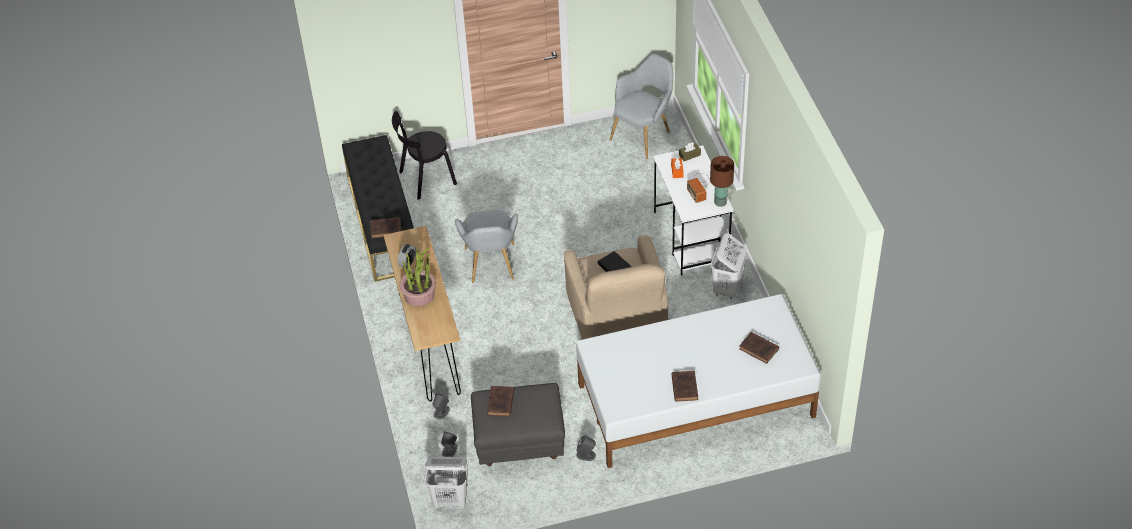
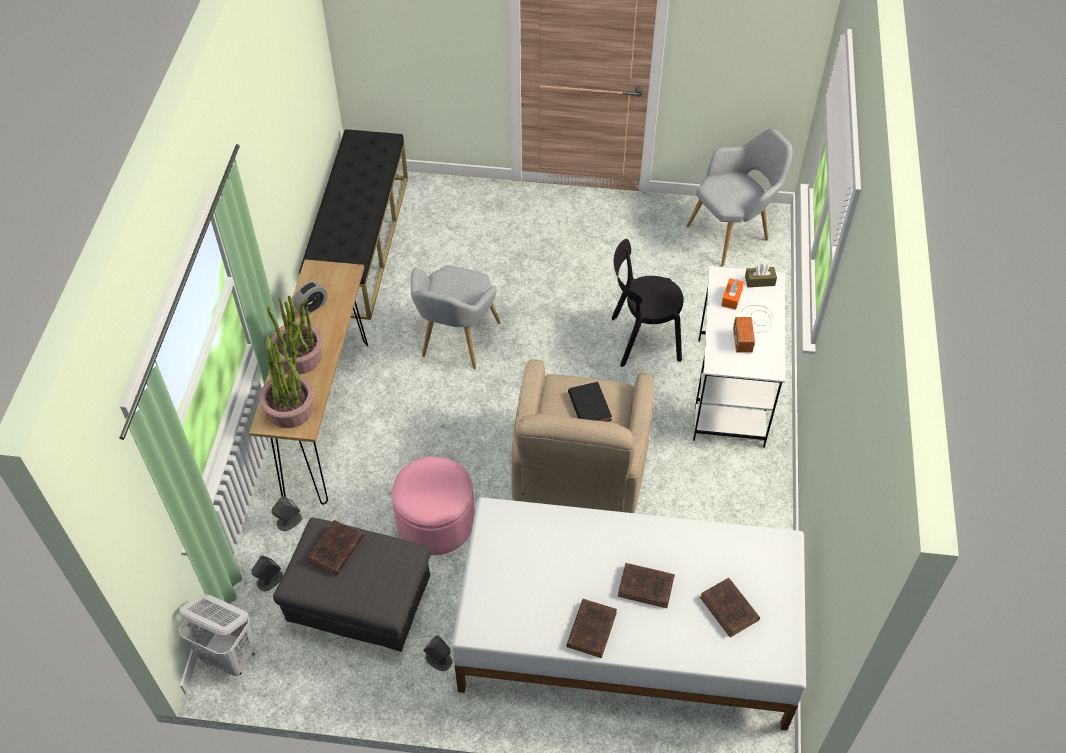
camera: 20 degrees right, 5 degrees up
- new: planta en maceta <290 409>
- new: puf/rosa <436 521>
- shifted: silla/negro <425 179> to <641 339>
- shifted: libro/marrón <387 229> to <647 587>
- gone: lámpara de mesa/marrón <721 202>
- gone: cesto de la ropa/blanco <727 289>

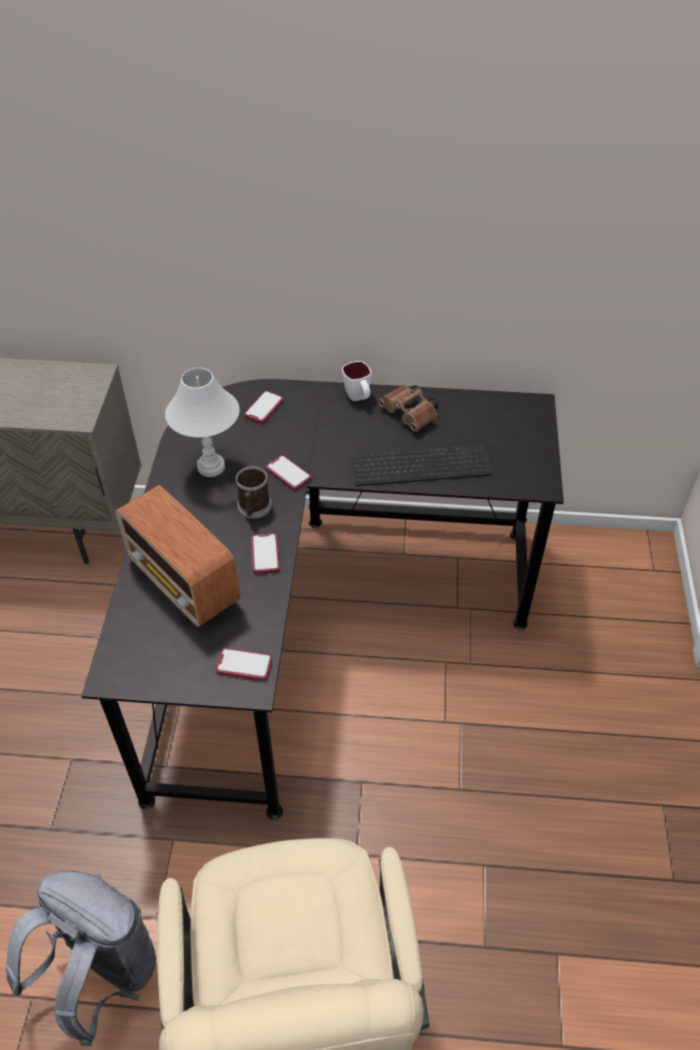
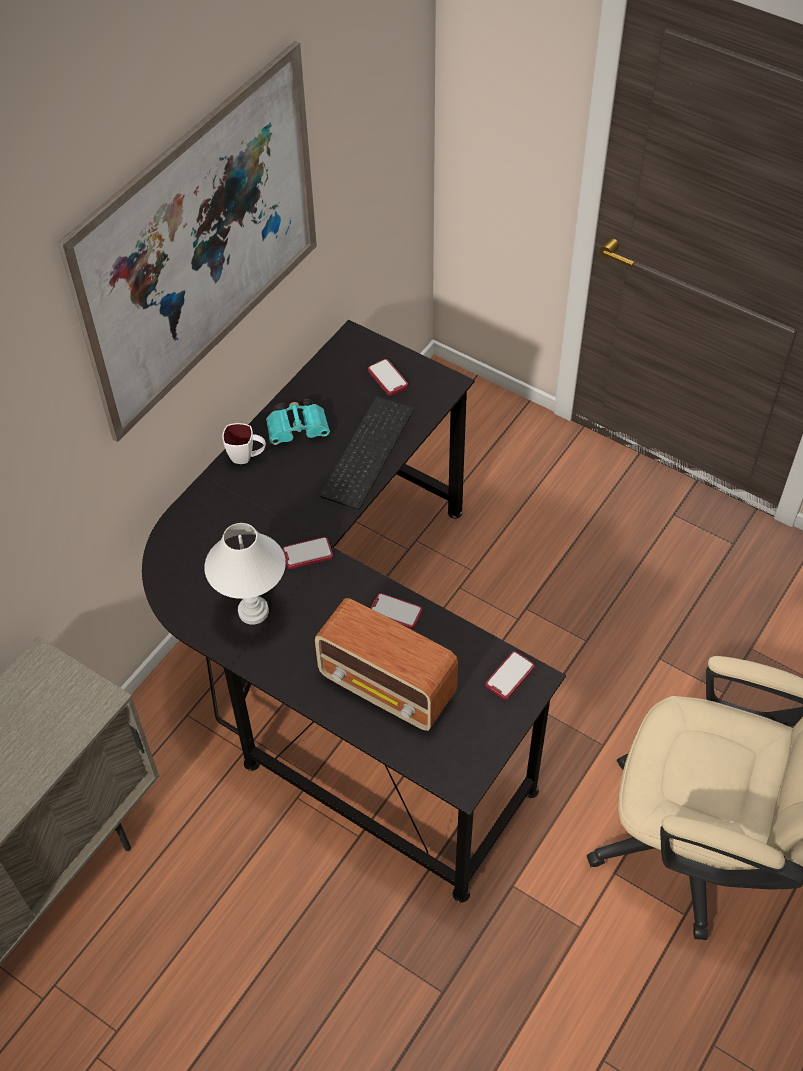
camera: 60 degrees left, 5 degrees up
- new: cuadro <202 243>
- repainted: prismáticos/marrón <410 415> to prismáticos/turquesa <299 430>
- rotated: radio <184 582> = <388 687> 45 degrees clockwise
- shifted: móvil <264 408> to <387 378>
- gone: mochila/gris <102 973>
- gone: taza grande <253 509>

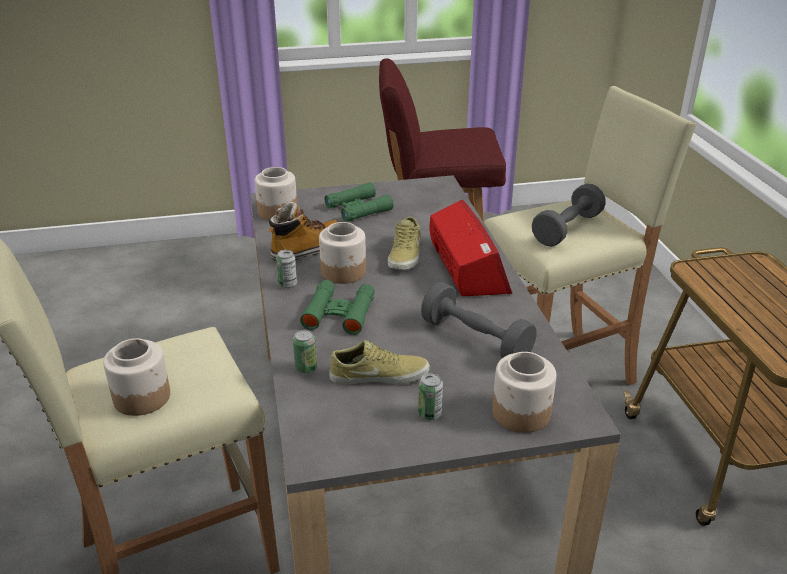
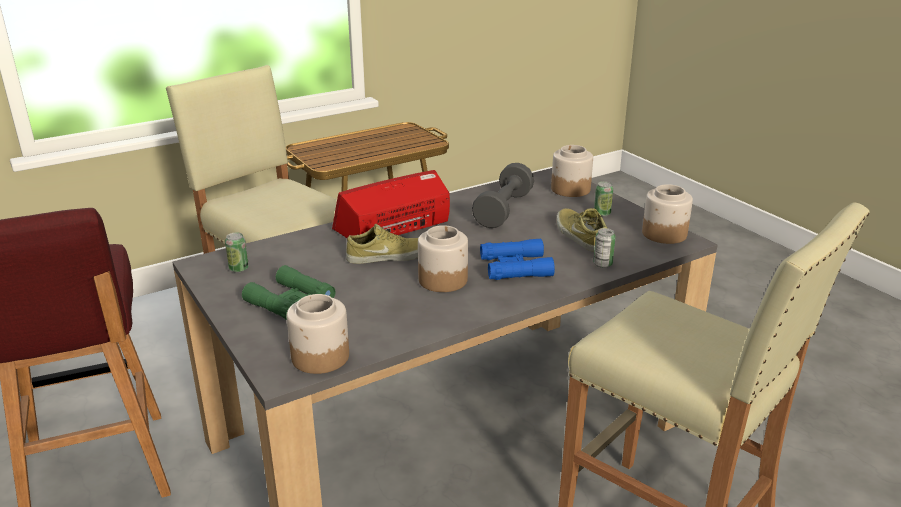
camera: 110 degrees left, 5 degrees down
- shifted: lata <287 284> to <239 269>
- repainted: prismáticos/verde <339 313> to prismáticos/azul <515 267>
- shifted: tarro <142 397> to <663 234>
- gone: bota <308 249>
- gone: mancuerna/gris <567 229>

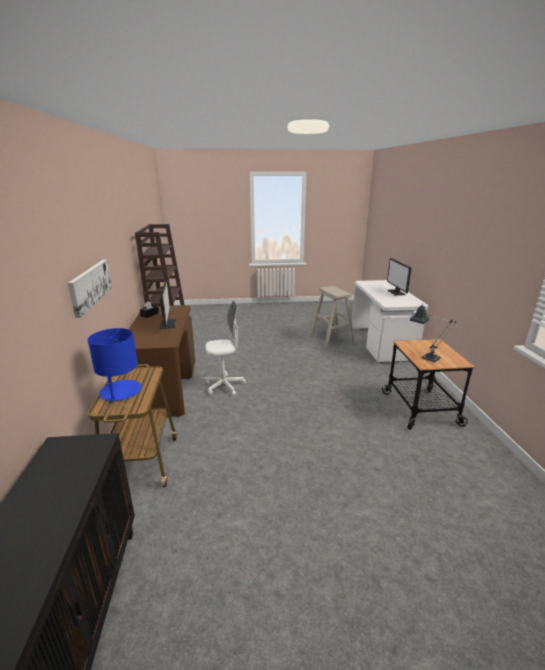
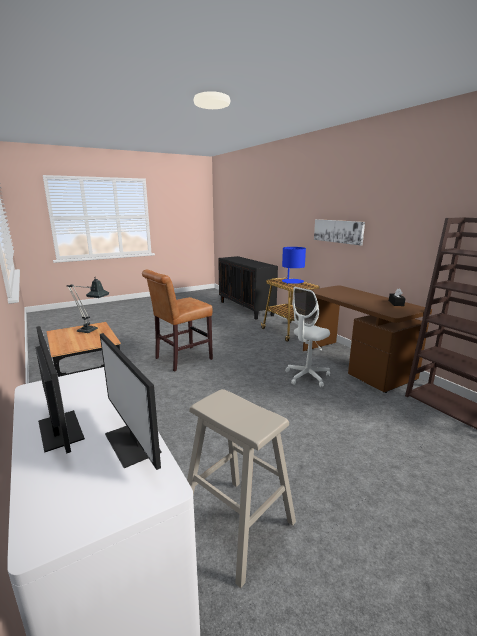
camera: 155 degrees right, 5 degrees down
- shifted: monitor <167 323> to <134 443>
- new: silla/marrón <180 359>

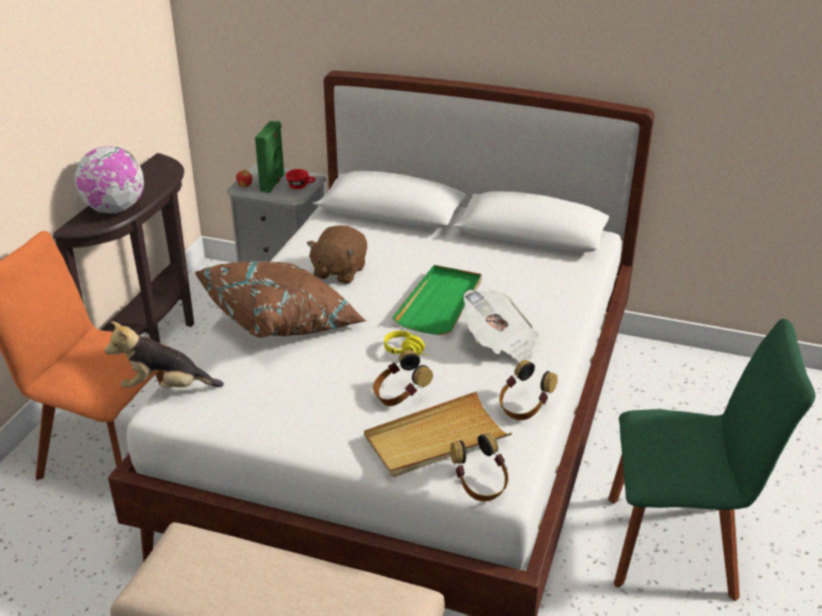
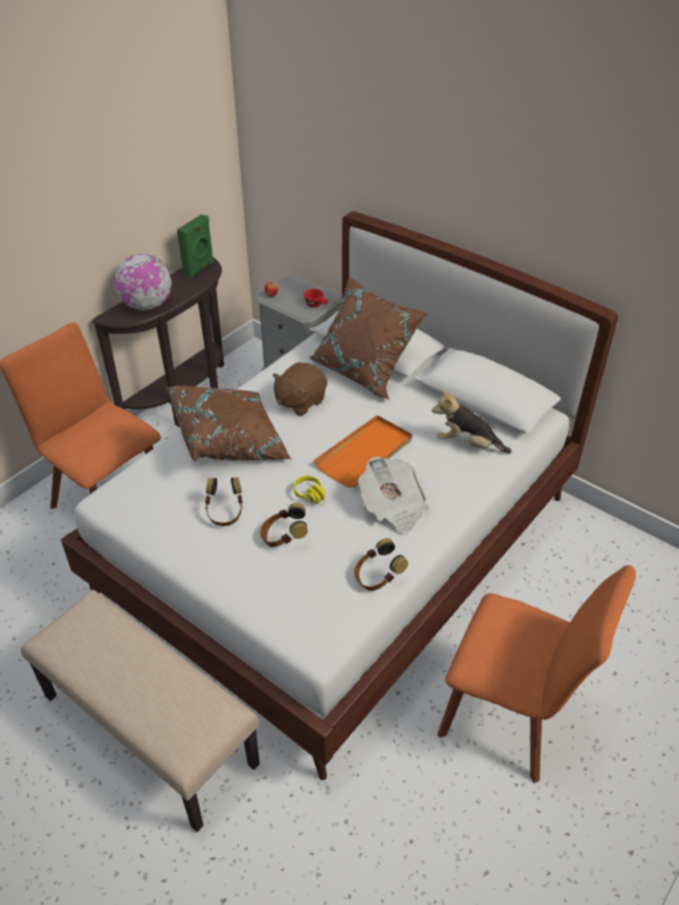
camera: 20 degrees right, 10 degrees up
- shifted: altavoz/verde <273 183> to <199 269>
- shifted: auriculares <480 485> to <225 513>
- new: cojín/marrón <364 370>
- repainted: bandeja/verde <440 303> to bandeja/naranja <365 454>
- shifted: peluche <166 388> to <467 444>
- repainted: silla/verde <679 546> to silla/naranja <512 716>
- gone: bandeja/beis <435 439>

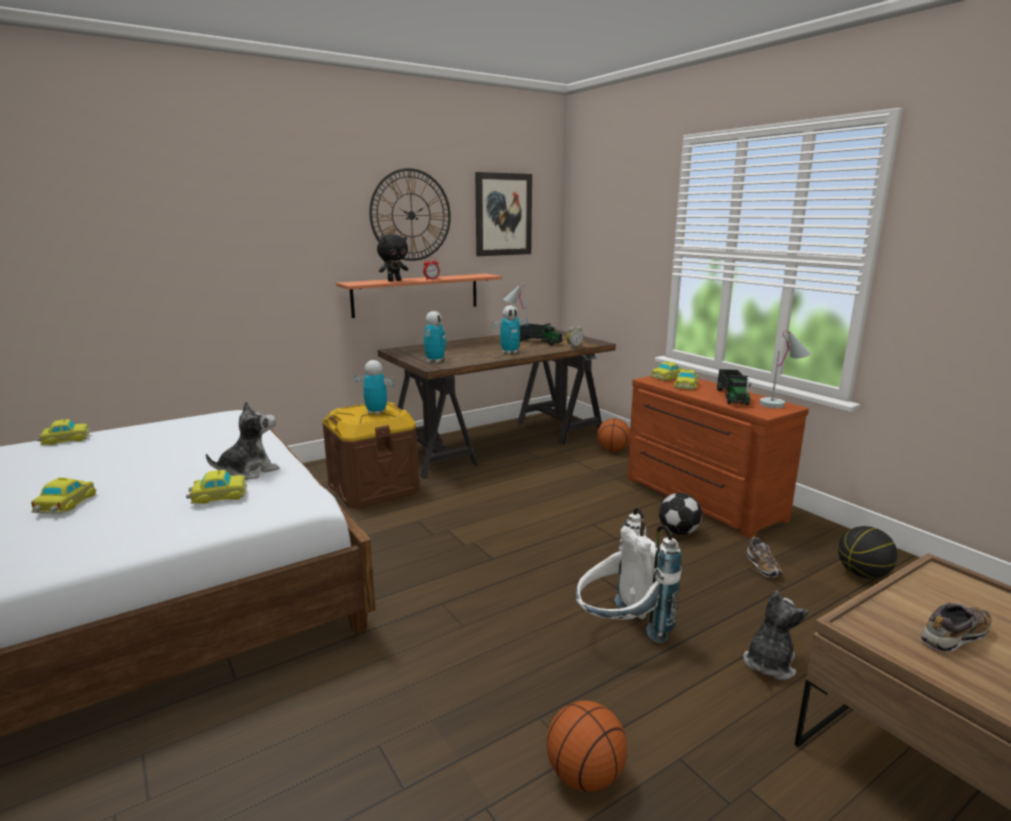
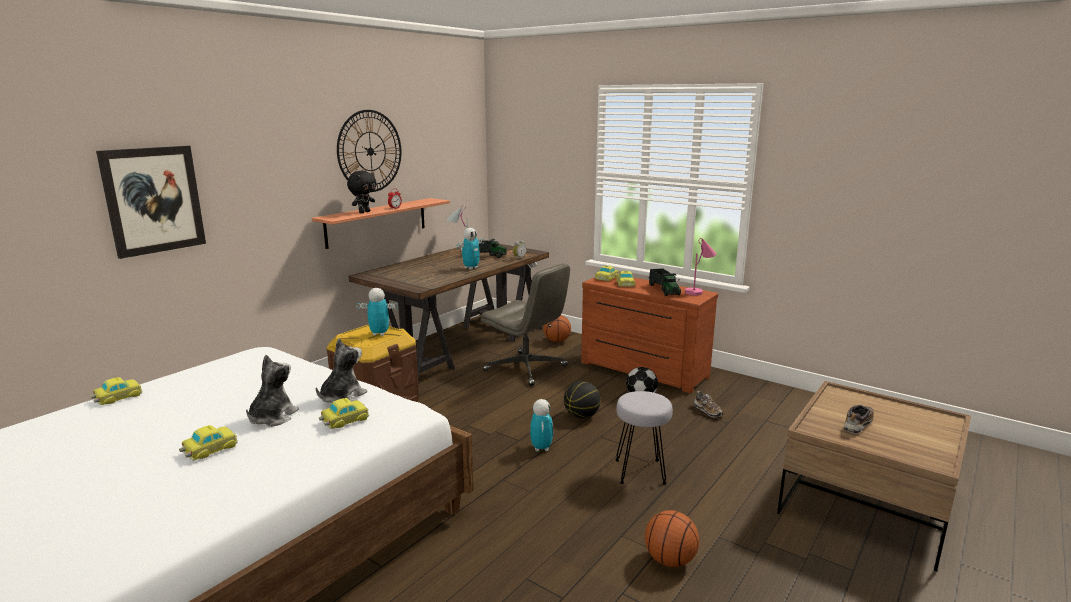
camera: 20 degrees left, 0 degrees up
- shifted: cuadro <503 214> to <153 200>
- rotated: coche de juguete <65 504> = <209 449> 60 degrees clockwise
- shifted: peluche <769 663> to <272 418>
- new: silla de oficina/gris <526 369>
- shifted: robot de juguete <435 361> to <541 448>
- shifted: balón de baloncesto <863 574> to <582 416>
- swapped: mochila/blanco <620 631> to taburete/gris <641 472>
- repainted: lámpara de mesa/blanco <781 404> to lámpara de mesa/rosa <699 291>

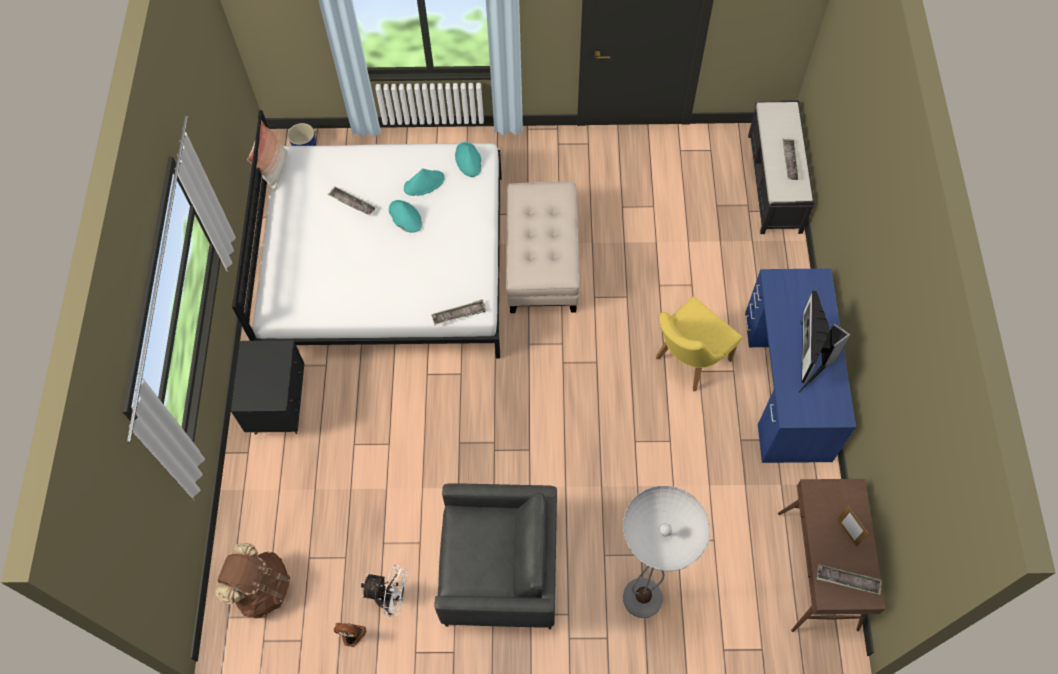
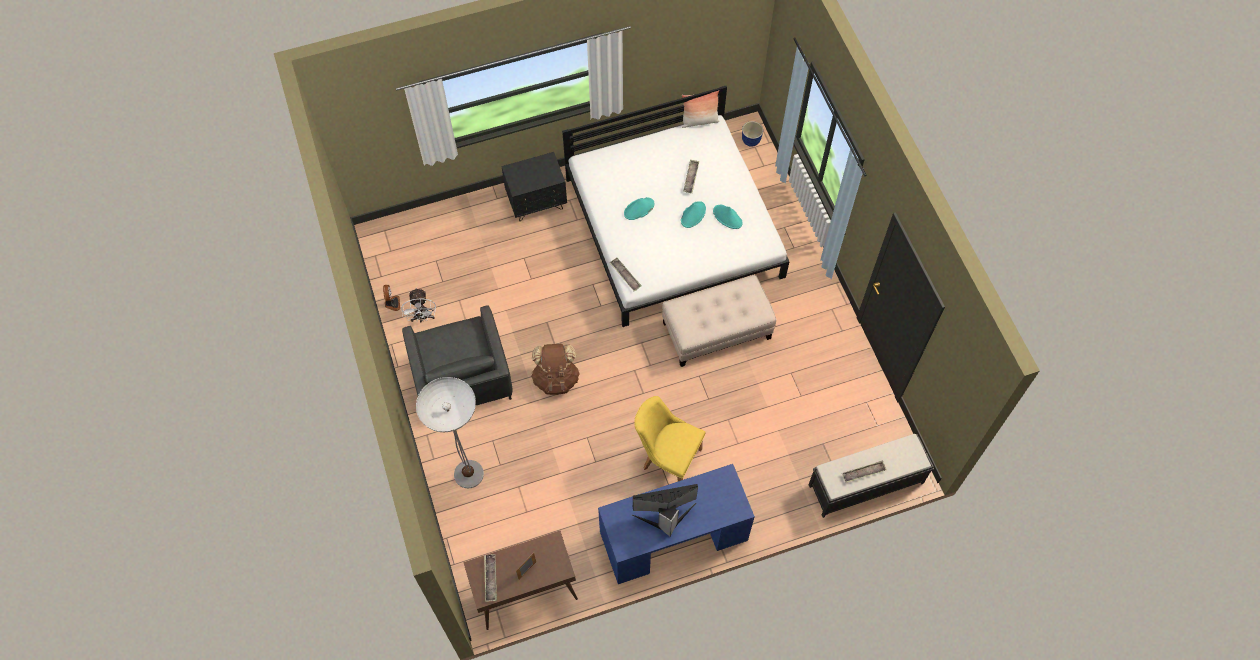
camera: 70 degrees right, 0 degrees up
- shifted: mochila/marrón <262 588> to <556 379>
- shifted: sombrero/turquesa <468 160> to <639 209>

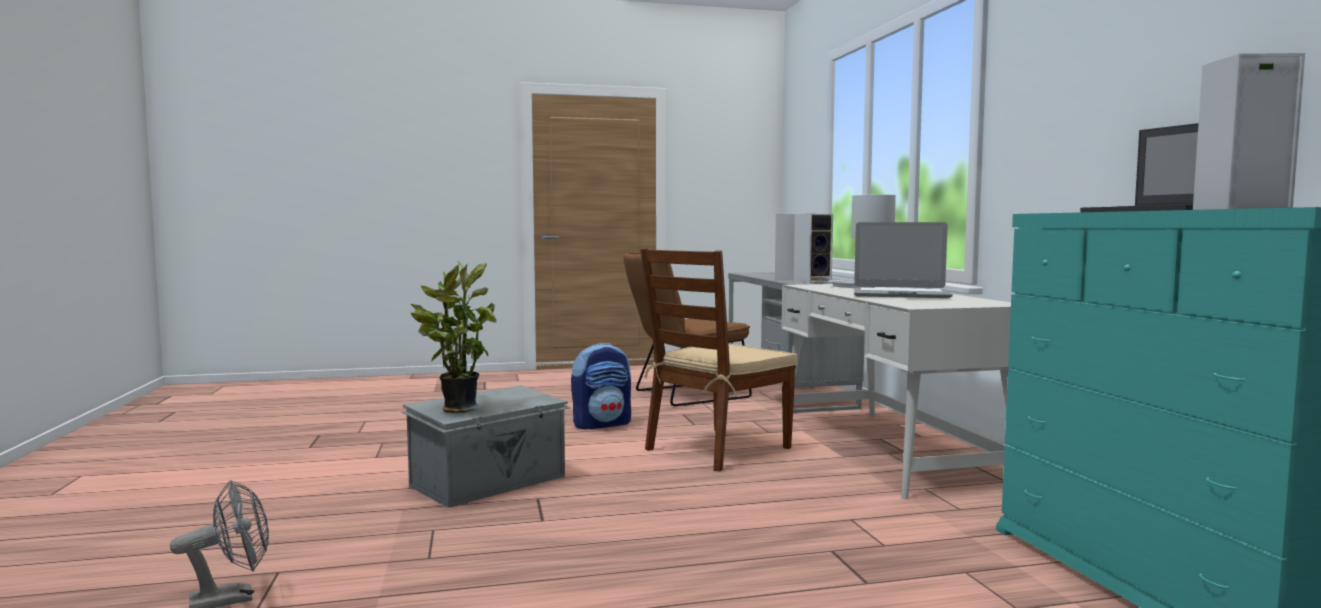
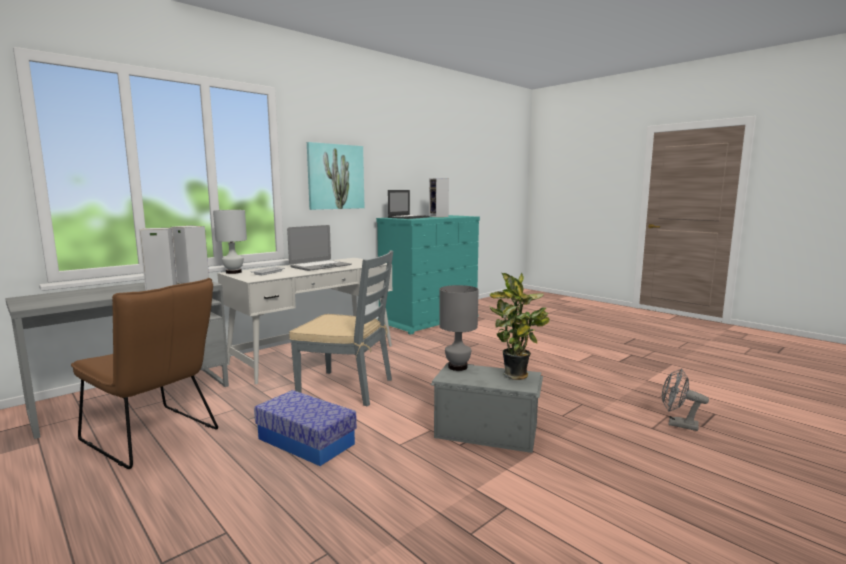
camera: 120 degrees left, 5 degrees up
- swapped: mochila <602 424> to caja de almacenaje <306 441>
- rotated: portátil <900 295> = <320 266> 60 degrees clockwise
- repainted: silla/marrón <717 449> to silla/gris <347 388>
- new: cuadro <336 177>
- new: lámpara de mesa/gris <457 367>

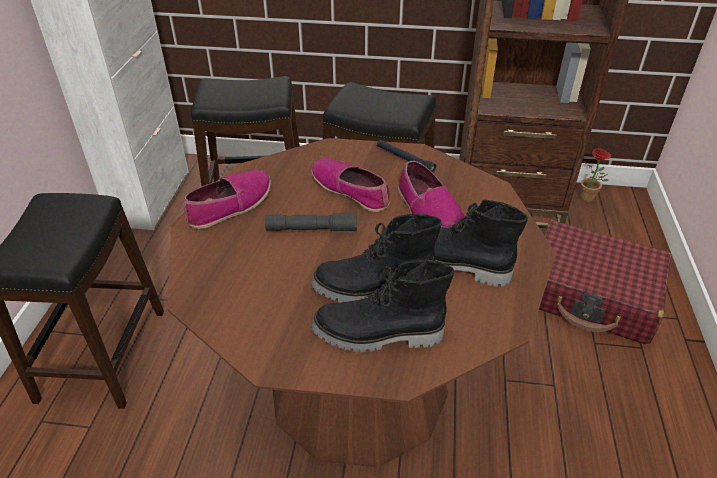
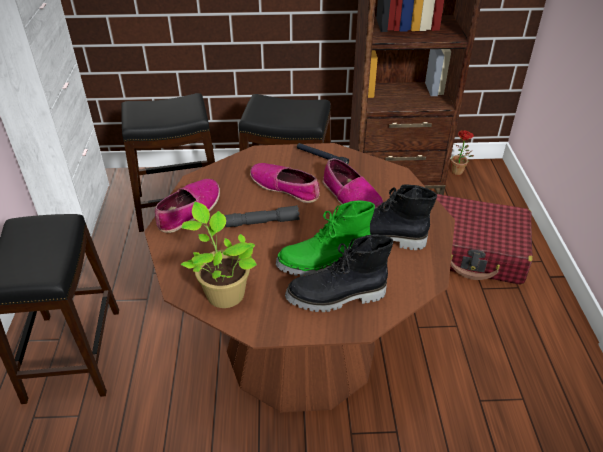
camera: 10 degrees left, 0 degrees up
- new: planta en maceta <223 292>
- repainted: bota/negro <373 289> to bota/verde <323 263>

